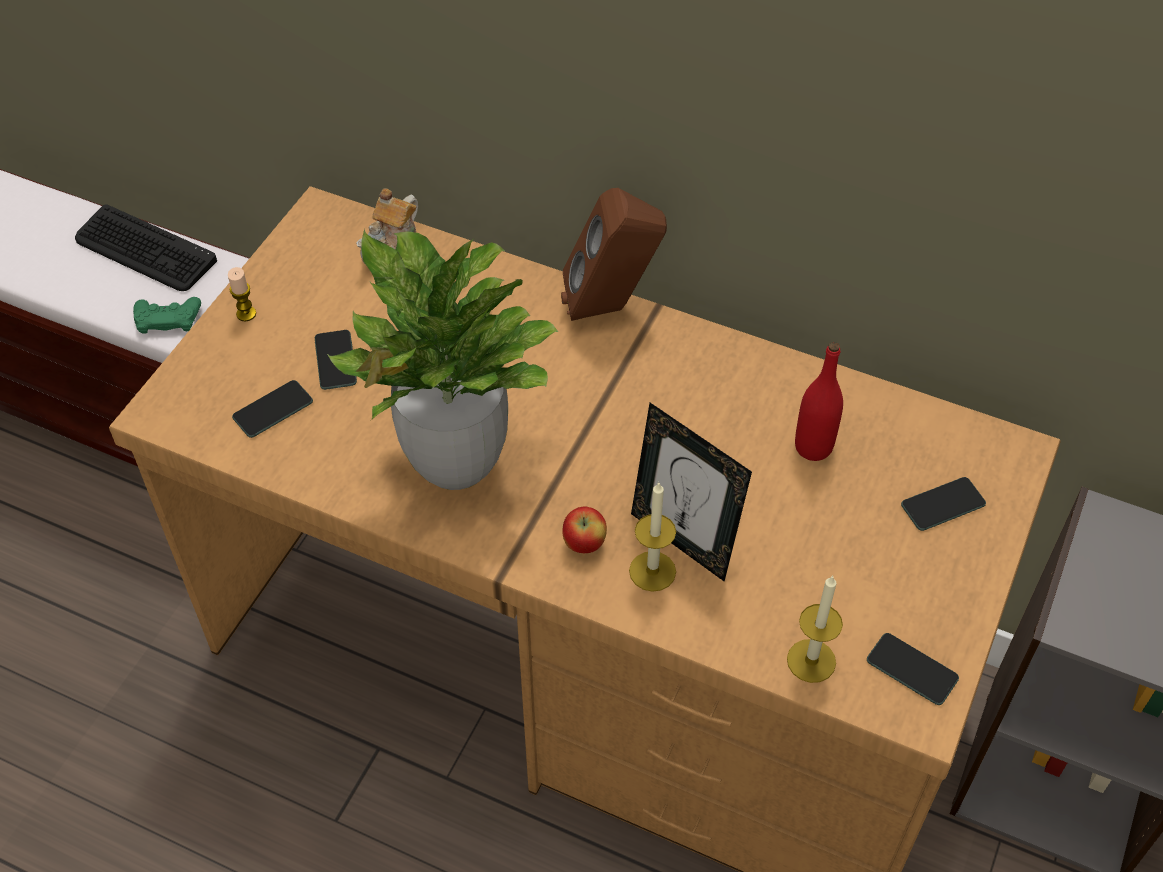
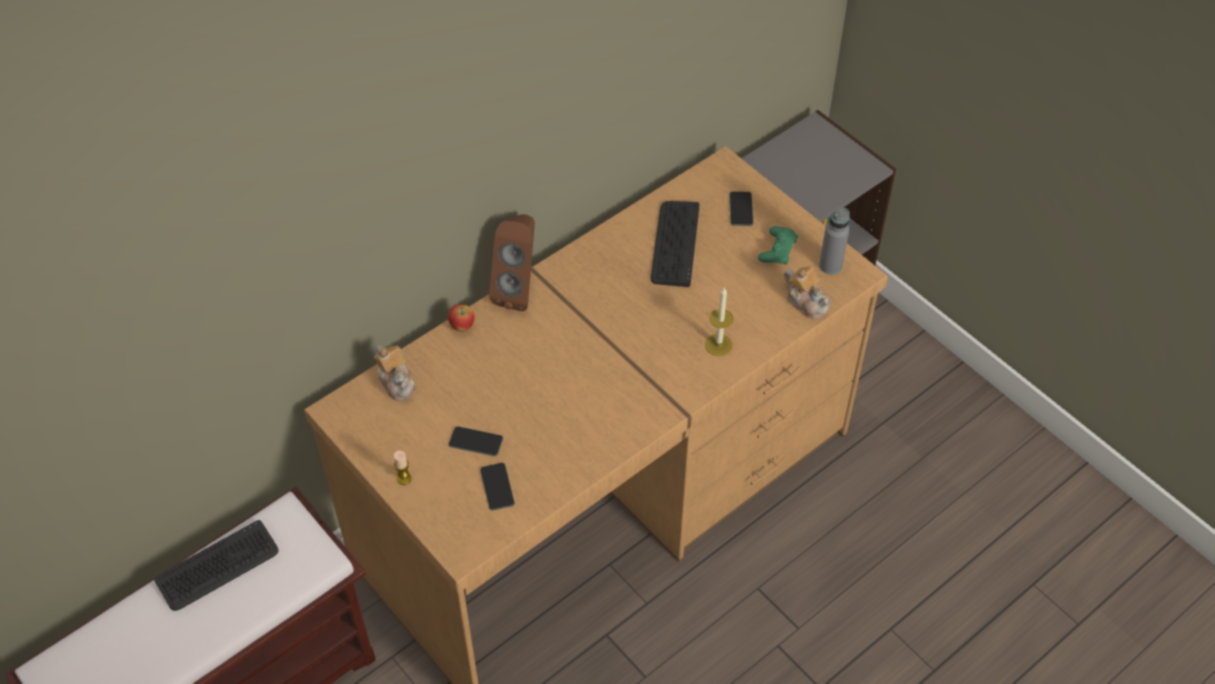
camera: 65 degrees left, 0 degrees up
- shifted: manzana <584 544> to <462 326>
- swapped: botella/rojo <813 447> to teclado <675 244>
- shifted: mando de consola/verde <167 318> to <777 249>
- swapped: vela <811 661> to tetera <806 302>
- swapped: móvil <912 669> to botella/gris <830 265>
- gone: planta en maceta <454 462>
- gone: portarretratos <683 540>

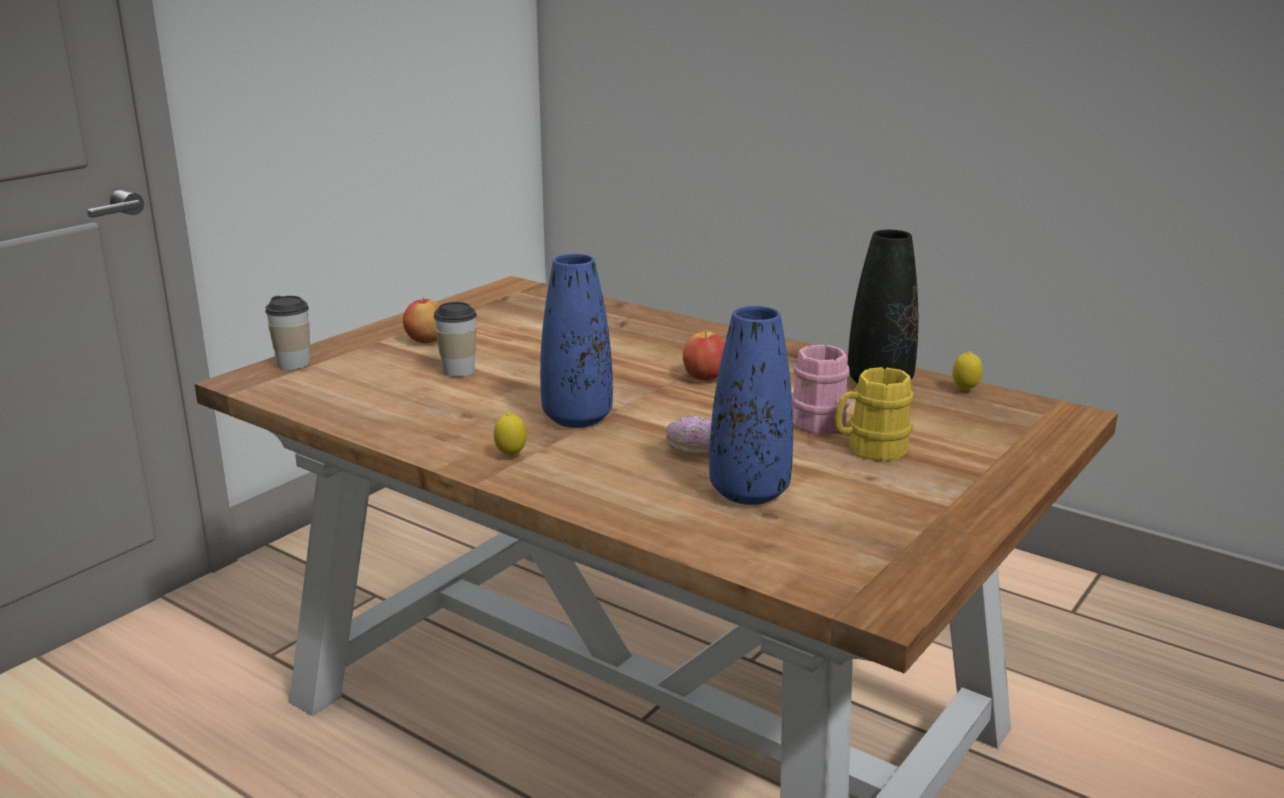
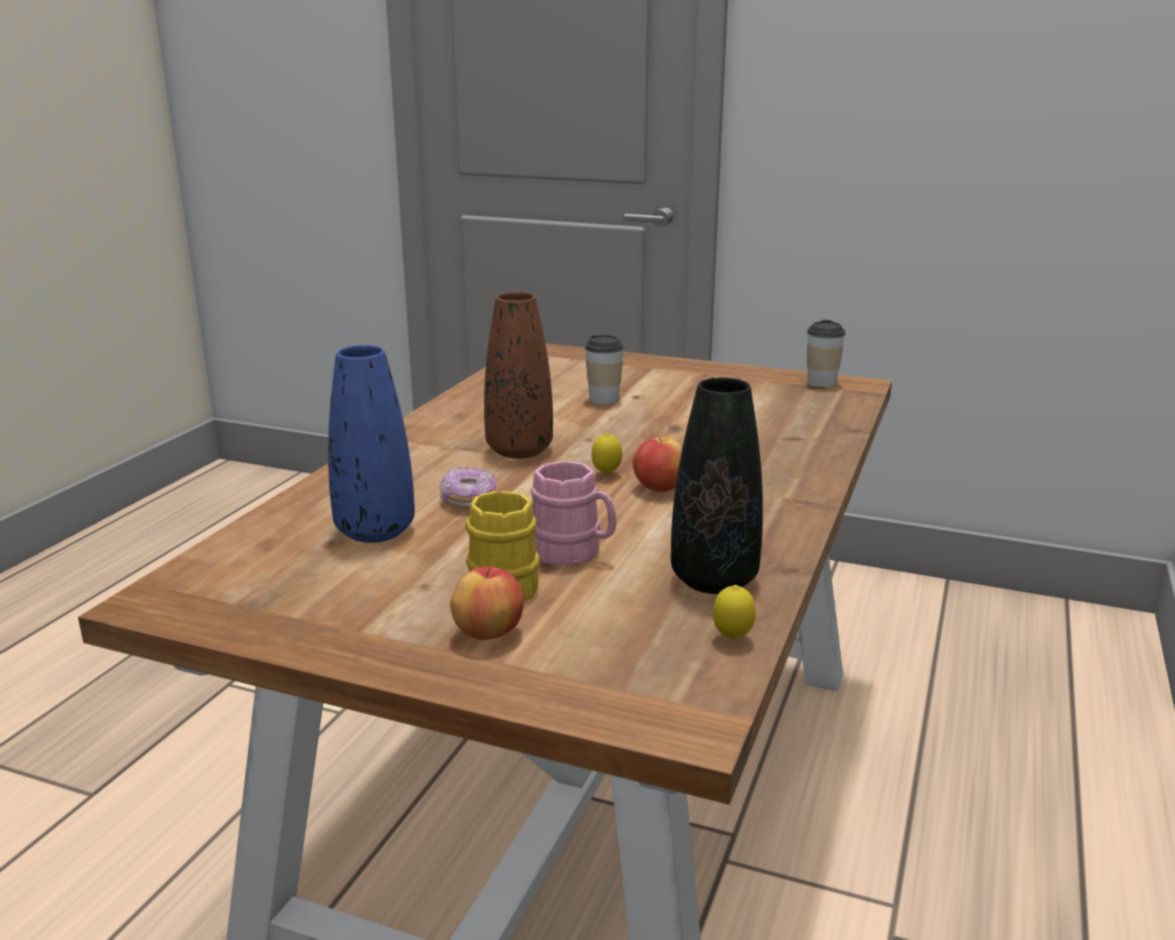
camera: 75 degrees right, 0 degrees up
- shifted: manzana <427 341> to <488 633>
- repainted: florero/azul <577 418> to florero/marrón <519 450>
- shifted: limón <511 456> to <606 474>
- shifted: taza <293 364> to <821 383>

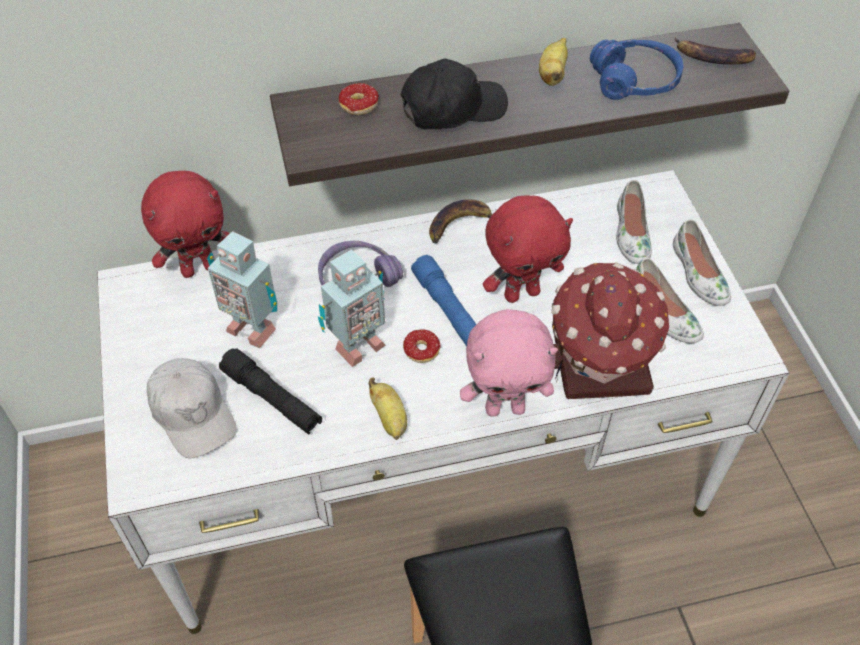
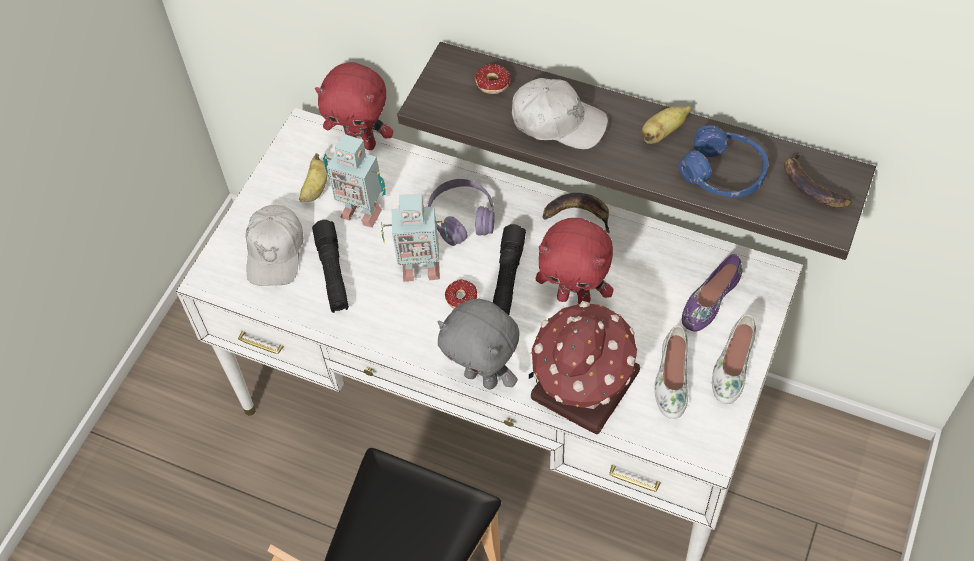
camera: 40 degrees right, 5 degrees up
- shifted: plátano <390 419> to <315 189>
- rotated: robot de juguete <252 327> = <361 211> 45 degrees counterclockwise
- repainted: peluche/rosa <505 407> to peluche/gris <482 377>
- repainted: linterna/azul <448 310> to linterna/negro <507 278>
- repainted: gorra/negro <452 108> to gorra/blanco <558 122>
- repainted: zapato/blanco <631 233> to zapato/morado <709 300>

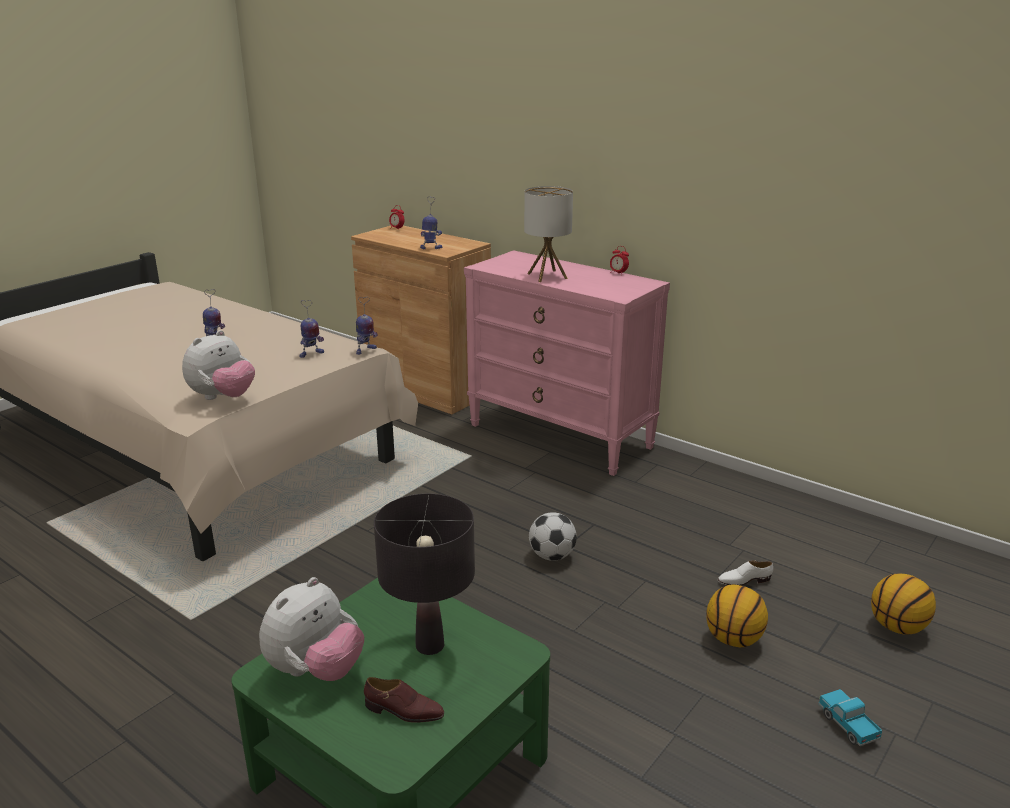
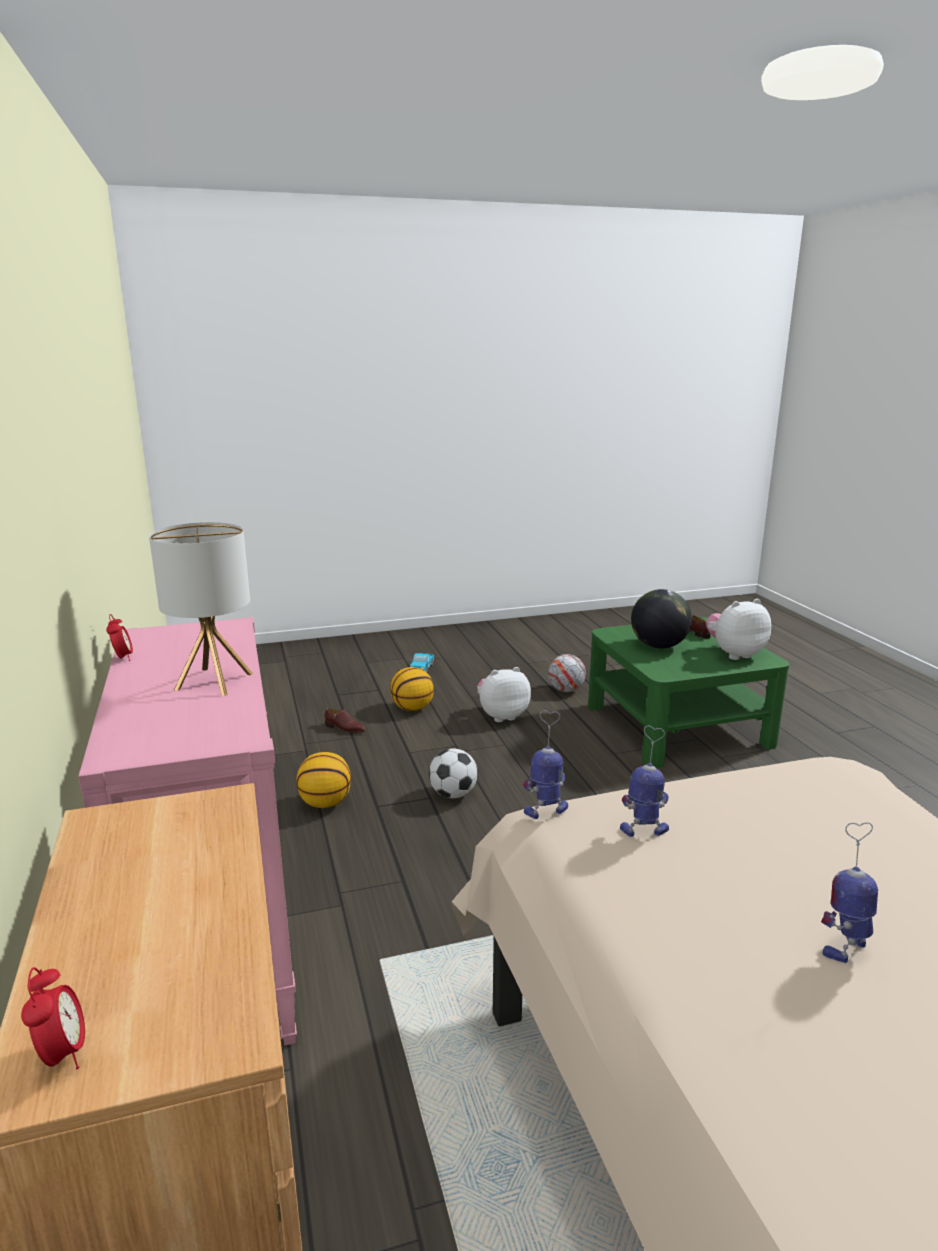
camera: 145 degrees left, 5 degrees down
- shifted: balón de baloncesto <898 627> to <325 803>
- repainted: zapato/blanco <744 580> to zapato/marrón <345 728>
- shifted: peluche <223 397> to <502 716>
- new: balón de fútbol <565 690>
- swapped: lámpara de mesa/negro <430 646> to globo terráqueo <658 646>
- gone: robot de juguete <431 248>

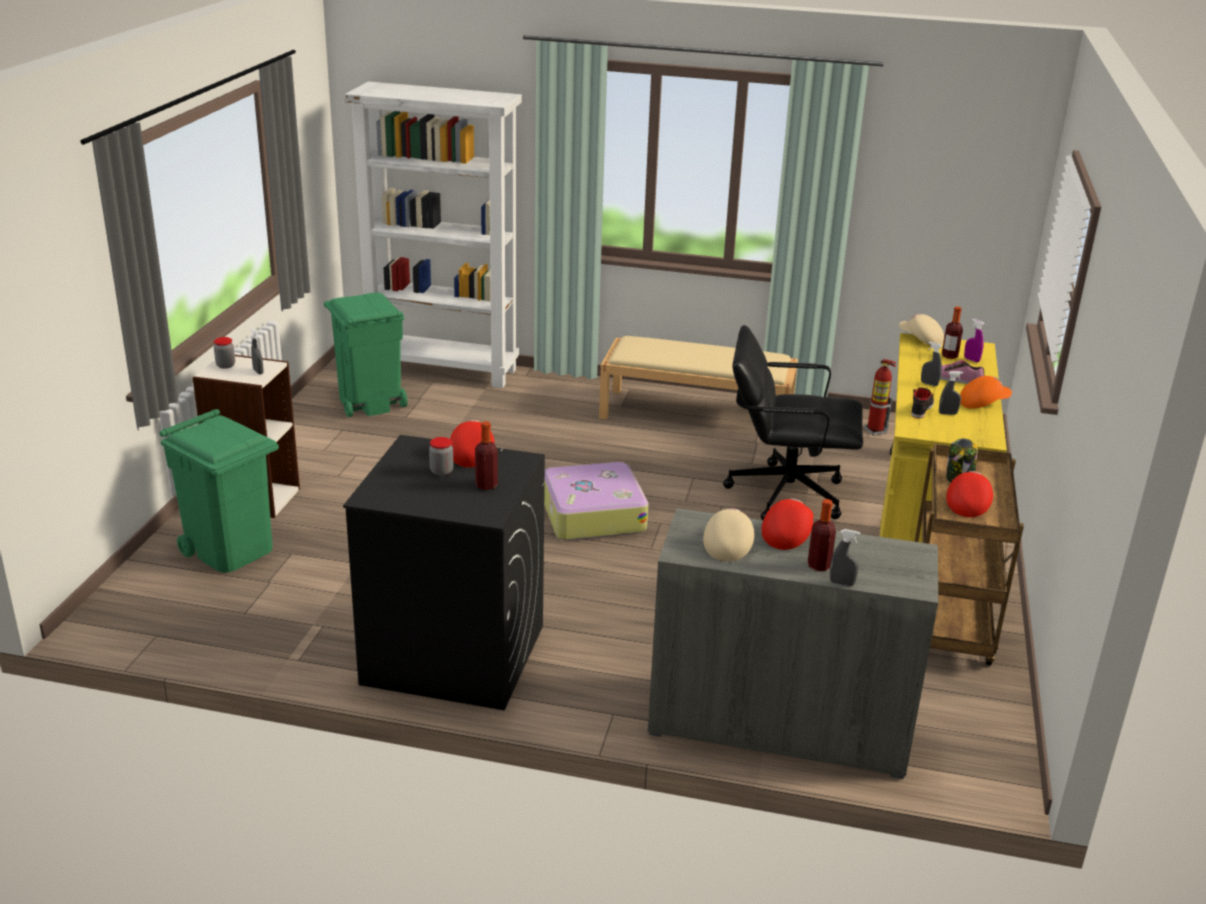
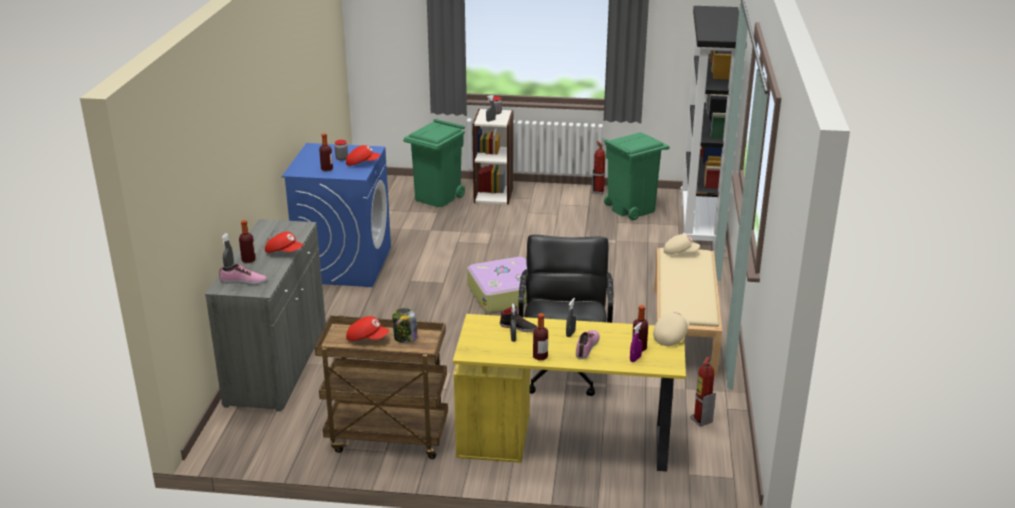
camera: 85 degrees right, 0 degrees up
- new: zapato <243 281>
- repainted: lavadora/negro <452 655> to lavadora/azul <344 264>
- swapped: gorra/naranja <983 403> to botella <540 356>
- new: extintor <598 191>
- shifted: gorra/beis <727 545> to <680 252>
- repainted: estantería/blanco <444 370> to estantería/negro <701 226>

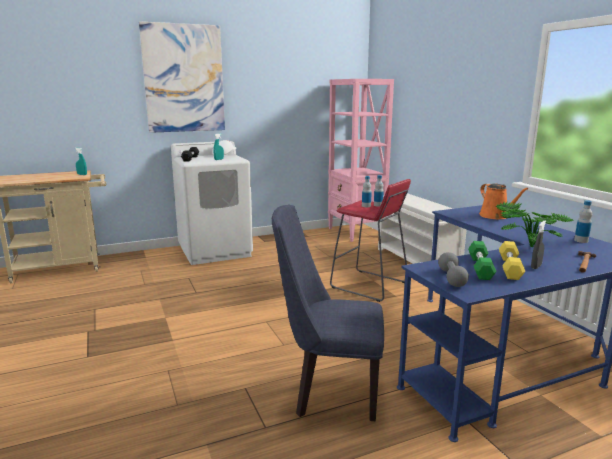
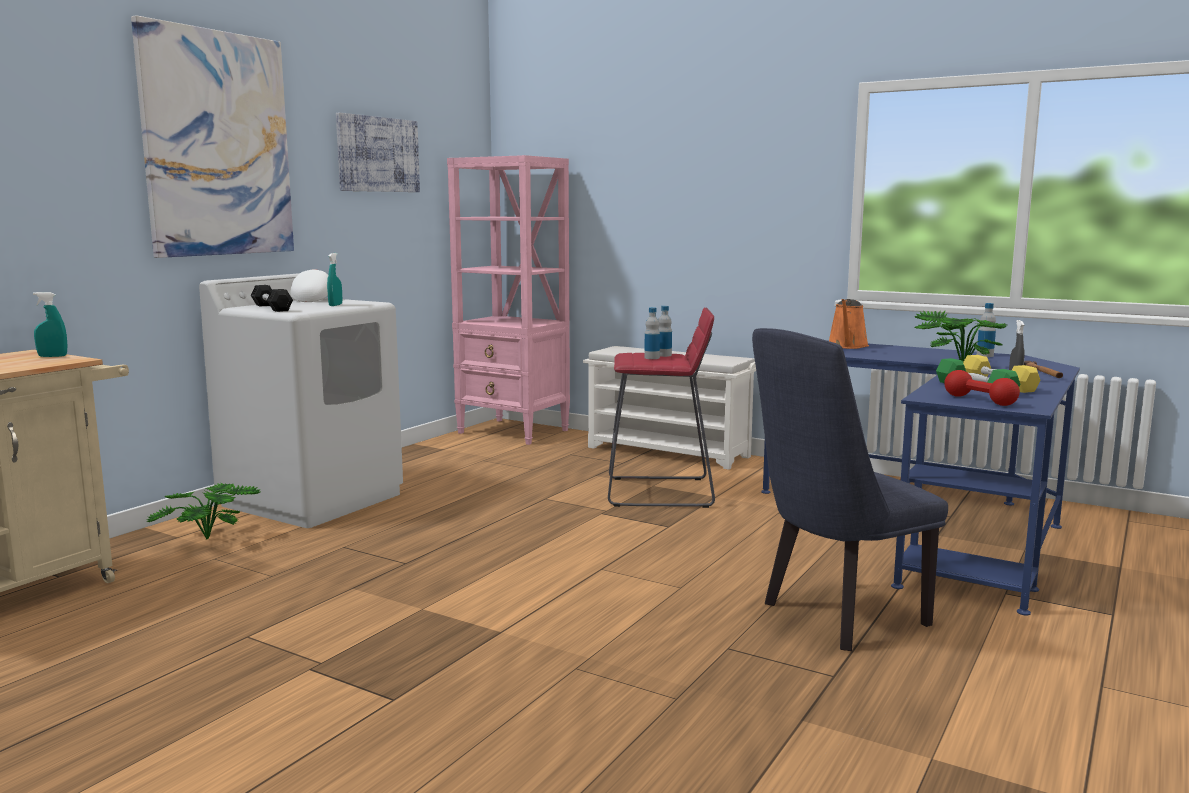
camera: 35 degrees left, 5 degrees down
- new: planta en maceta <208 541>
- new: cuadro <378 154>
- rotated: regadera/naranja <496 216> = <847 346> 75 degrees clockwise
- repainted: mancuerna/gris <451 278> to mancuerna/rojo <979 400>

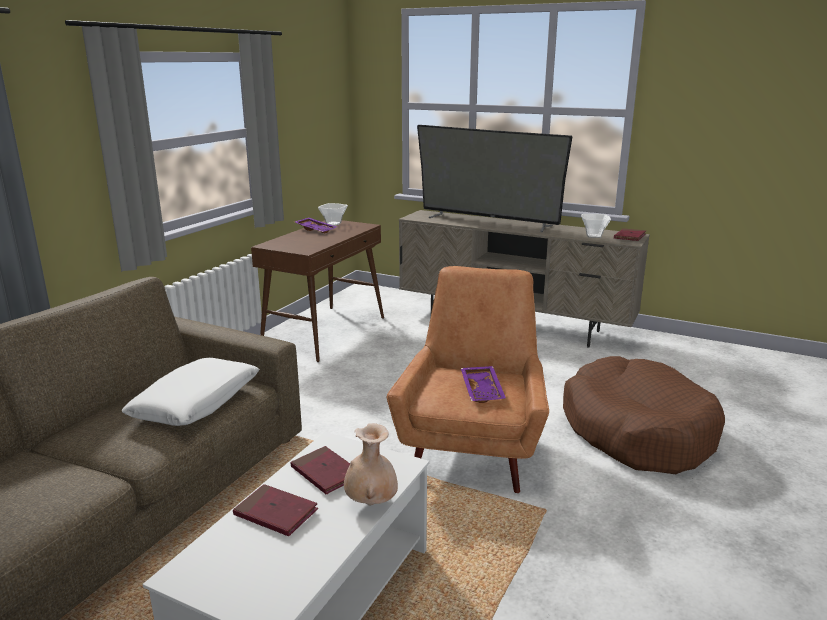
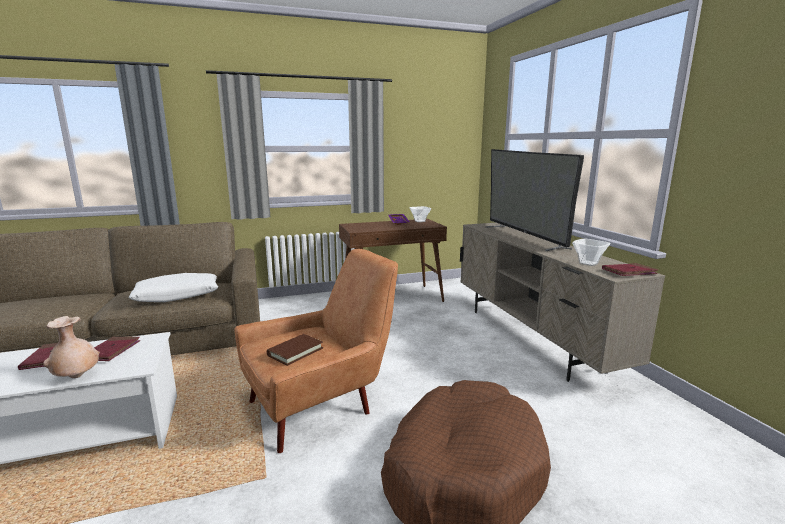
camera: 45 degrees right, 5 degrees down
- swapped: bandeja/morado <483 390> to libro/marrón <295 352>

